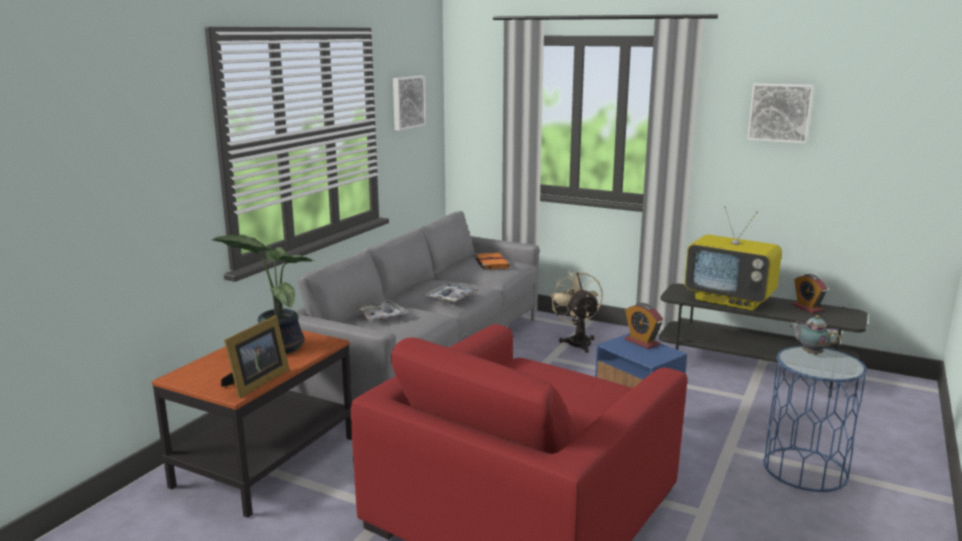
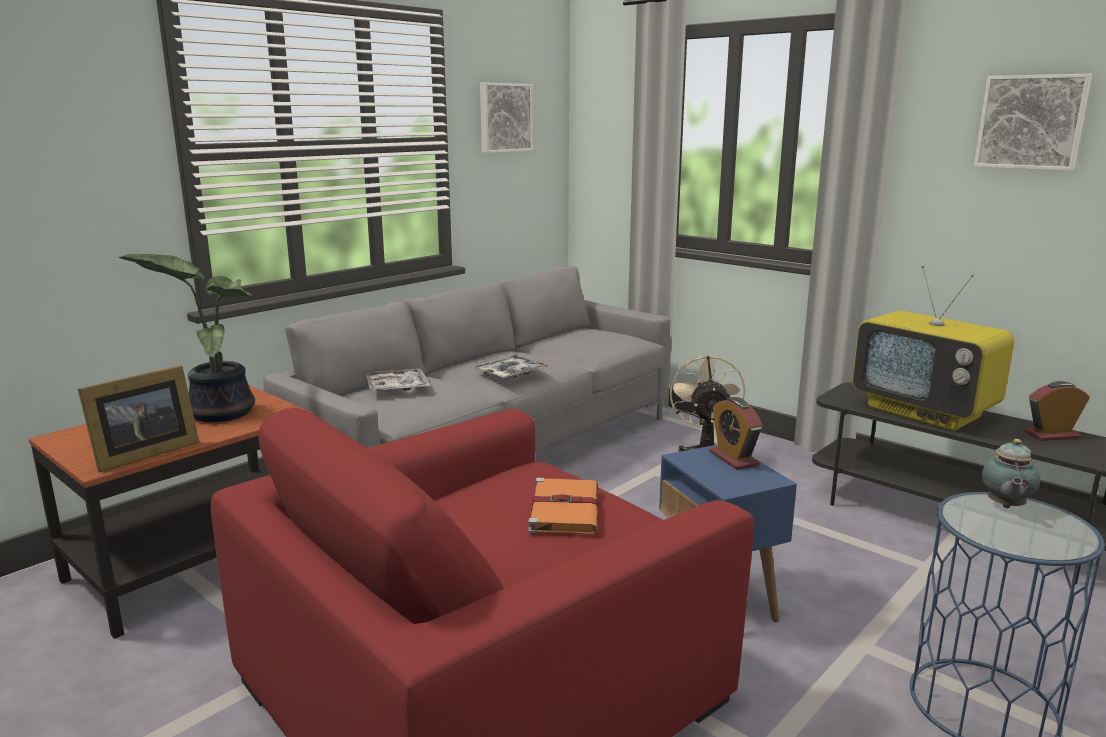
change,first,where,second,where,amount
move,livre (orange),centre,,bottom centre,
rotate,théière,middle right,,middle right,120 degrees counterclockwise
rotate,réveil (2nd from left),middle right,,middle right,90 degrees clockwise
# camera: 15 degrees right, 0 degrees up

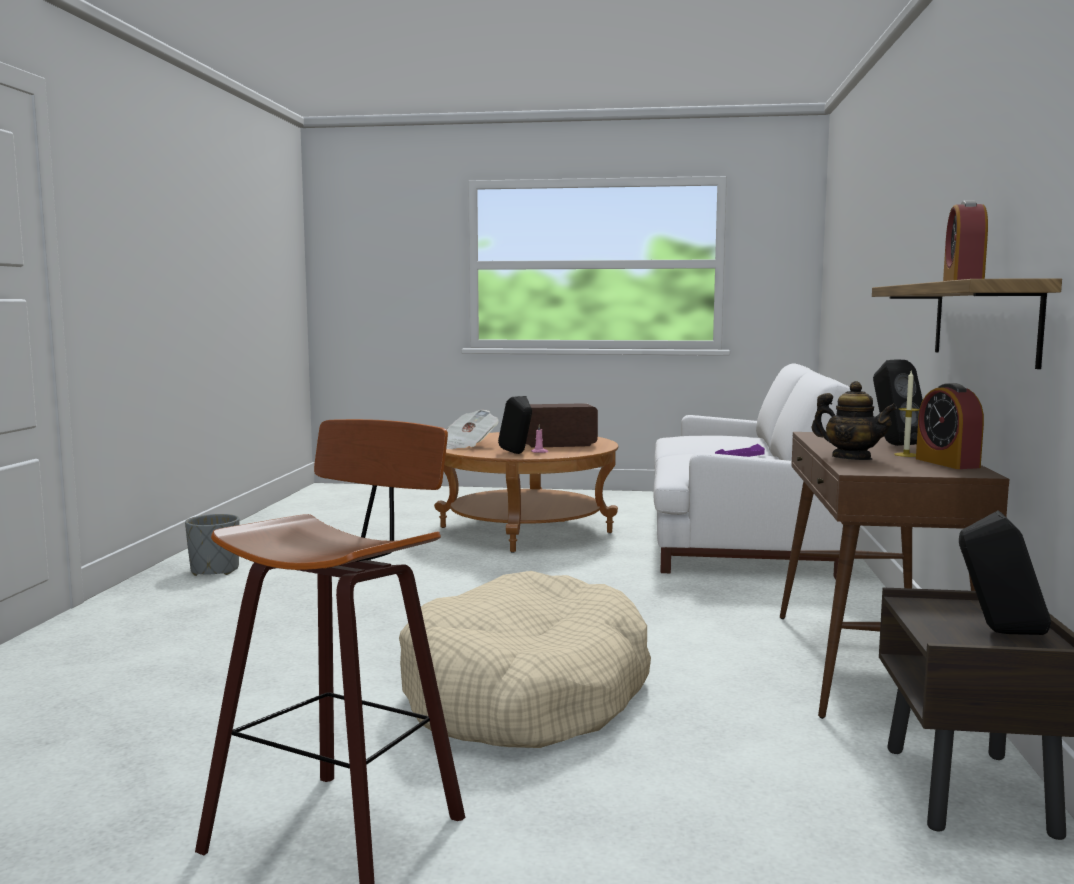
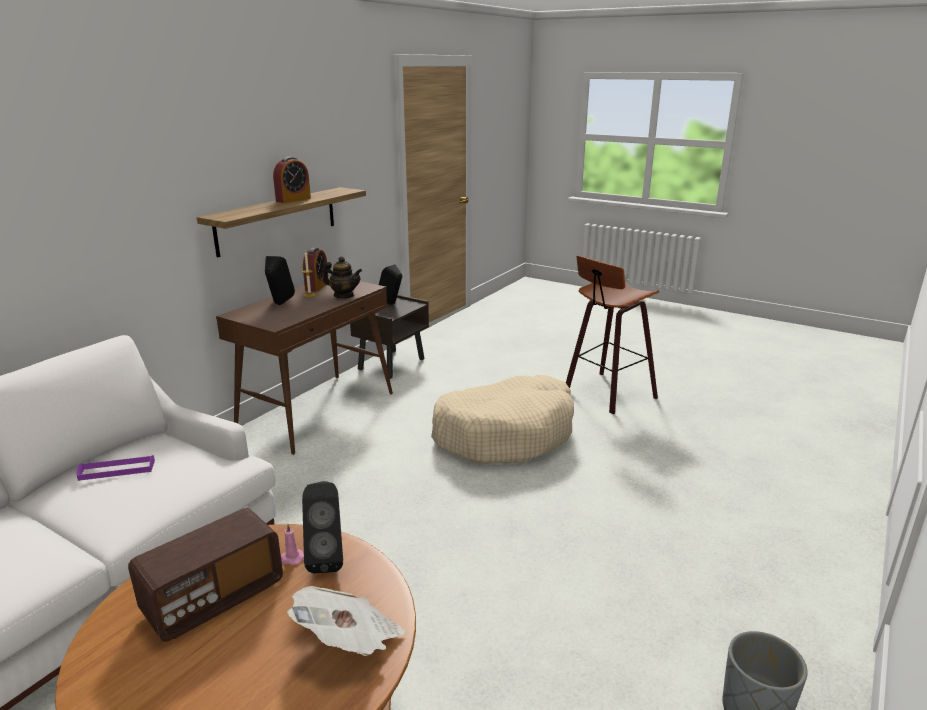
change,first,where,second,where,amount
rotate,radio,centre,,bottom left,60 degrees counterclockwise
rotate,théière,middle right,,centre,135 degrees clockwise
# camera: 155 degrees left, 15 degrees up

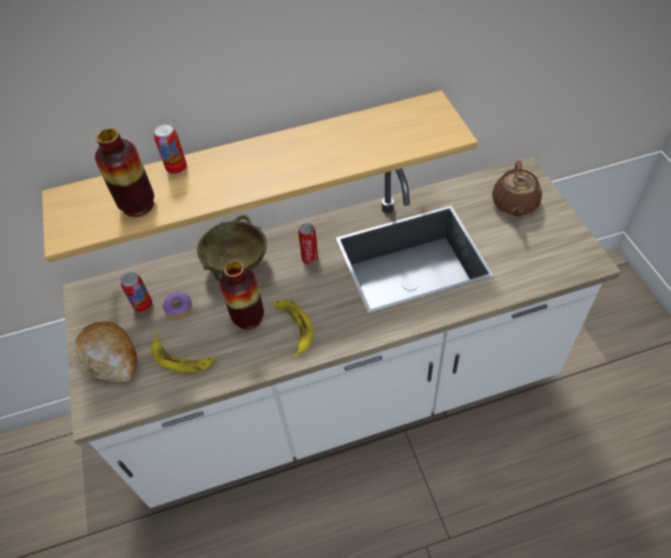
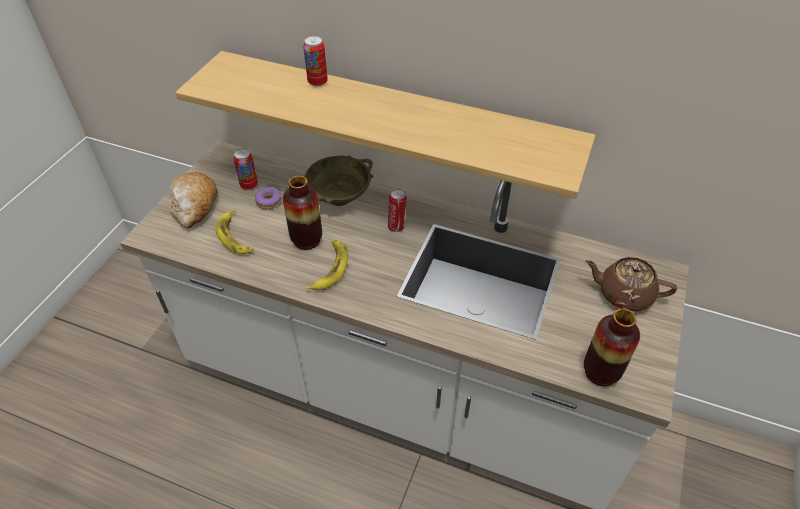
change,first,where,second,where,amount
move,vase (1st from left in the first image),top left,vase (2nd from left),bottom right,
rotate,théière (marron),middle right,,middle right,60 degrees clockwise
# camera: 35 degrees right, 5 degrees down

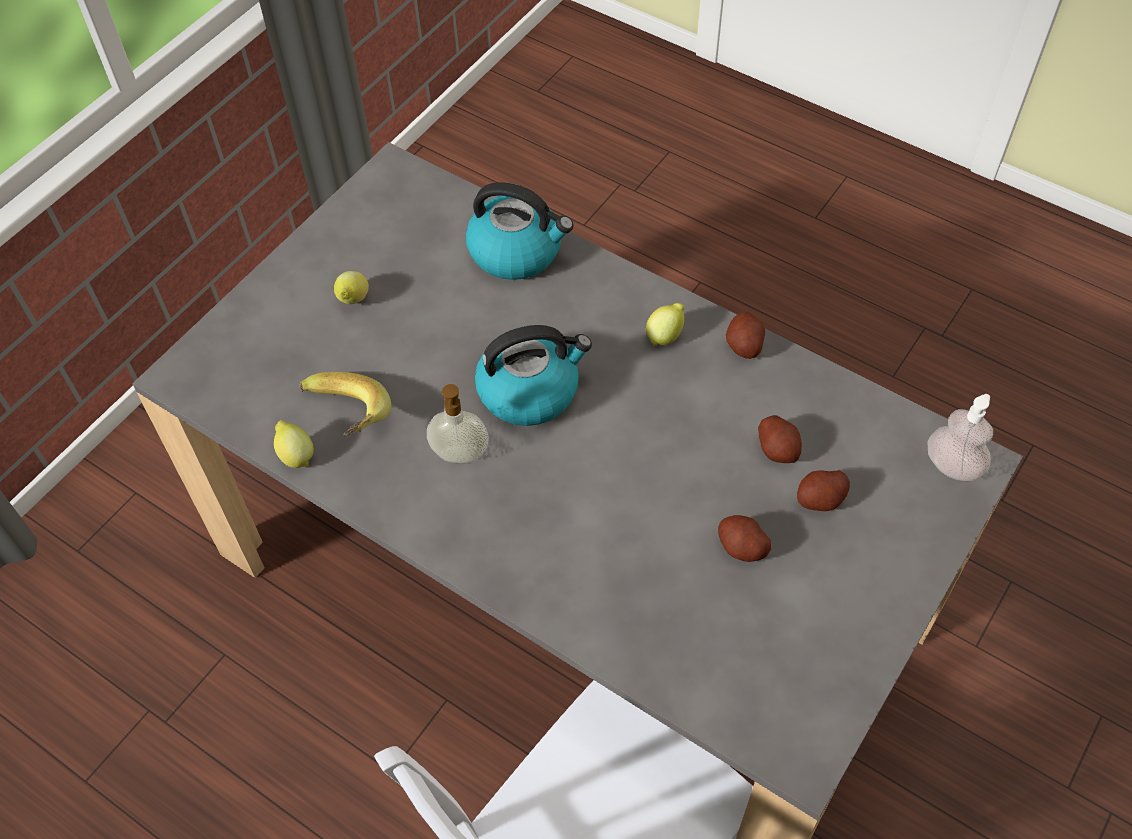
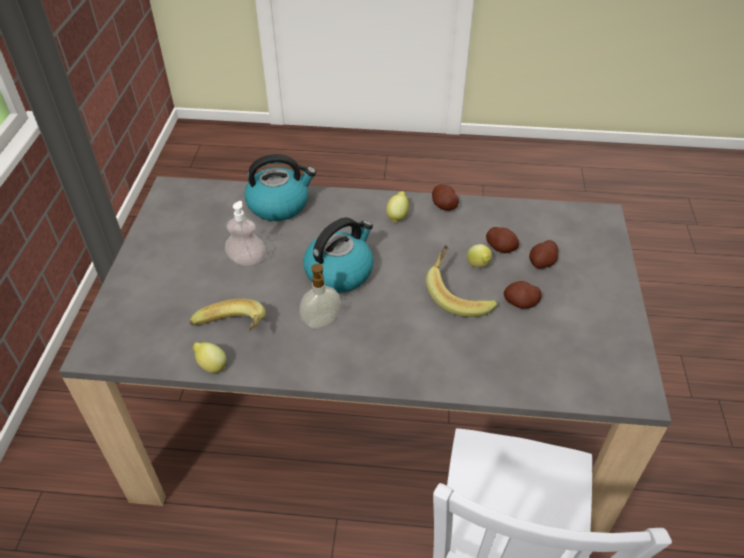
change,first,where,second,where,amount
move,citron (2nd from left in the first image),middle left,citron (3rd from left),centre,
move,distributeur de savon (2nd from left in the first image),middle right,distributeur de savon (1st from left),middle left,
insert,,,banane (2nd from left),centre,
# camera: 30 degrees left, 10 degrees down

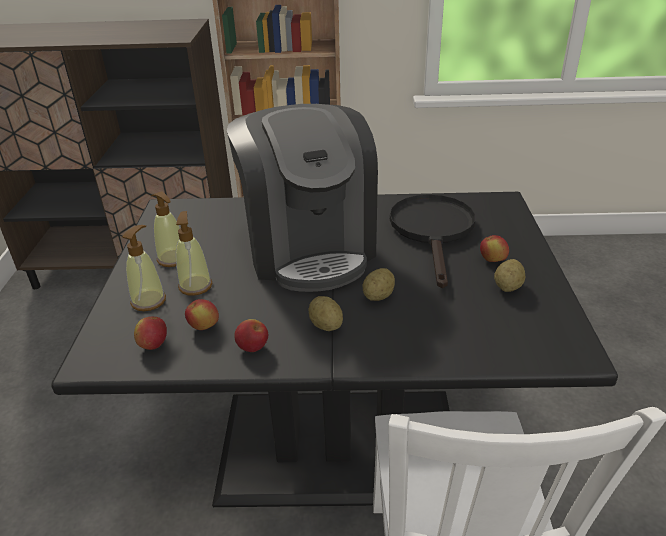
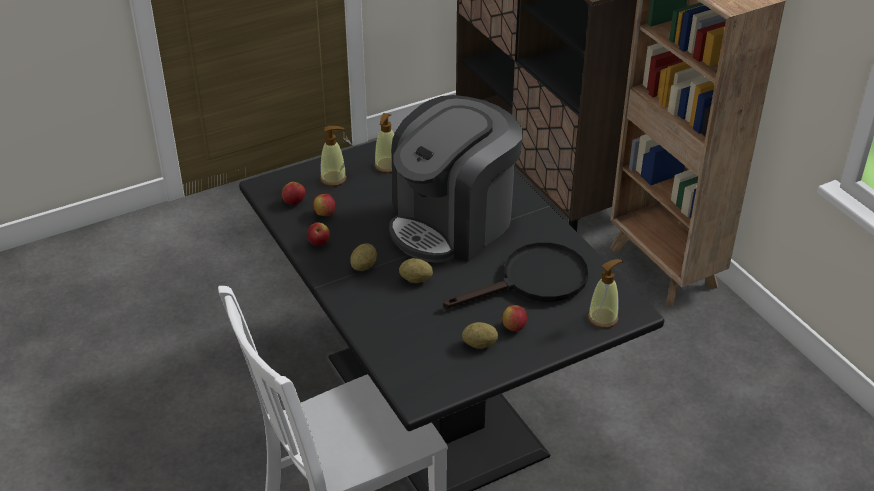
change,first,where,second,where,amount
move,distributeur de savon (3rd from left),middle left,,middle right,
# camera: 60 degrees right, 5 degrees up

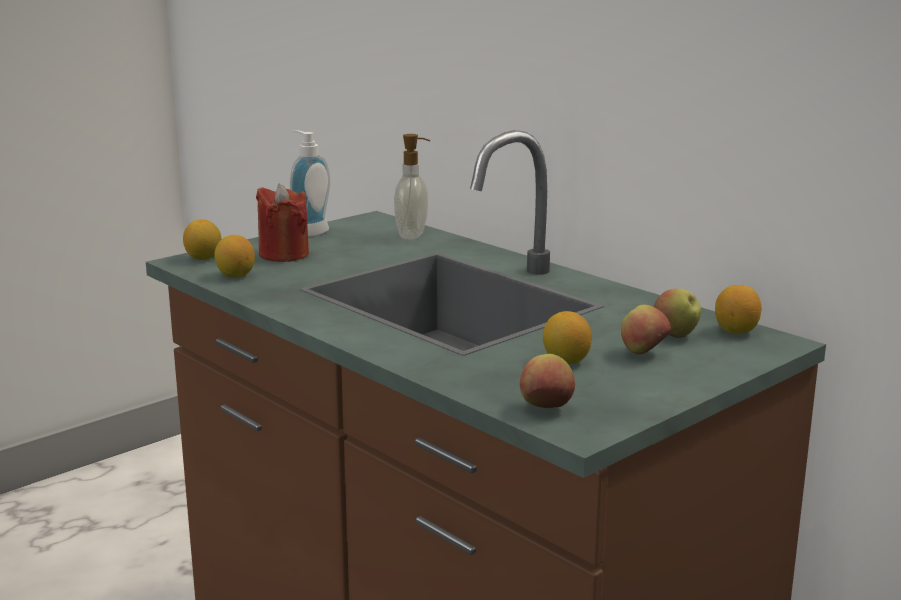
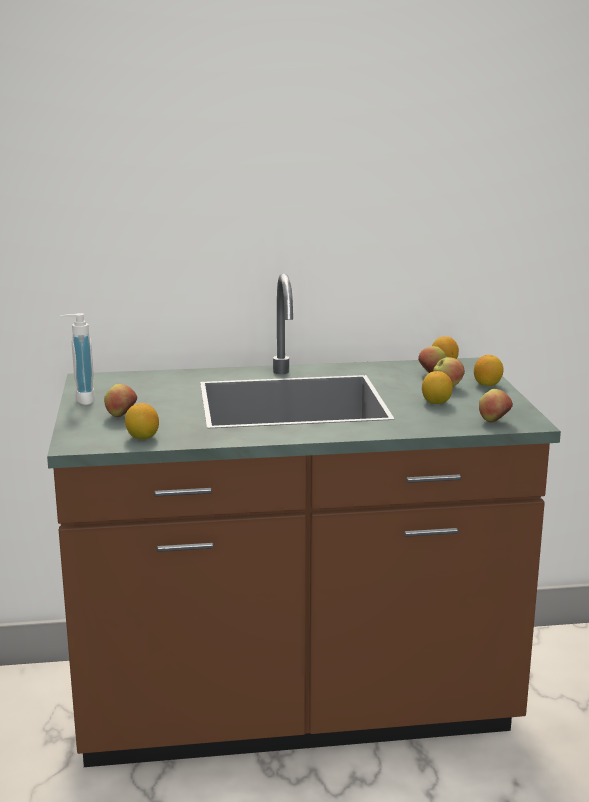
change,first,where,second,where,amount
move,citron (1st from left in the first image),middle left,citron (4th from left),middle right,
replace,bougie (rouge),middle left,pomme (1st from left),middle left,
delete,distributeur de savon (2nd from left),top centre,,,
# camera: 55 degrees left, 0 degrees up

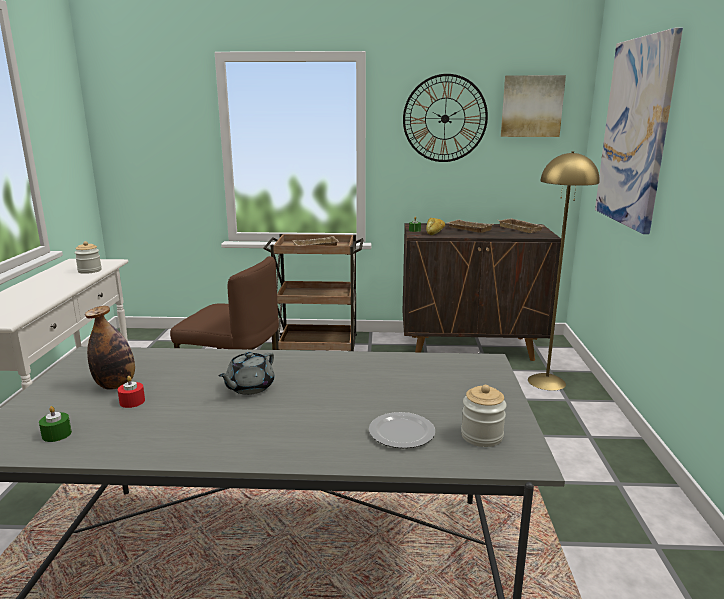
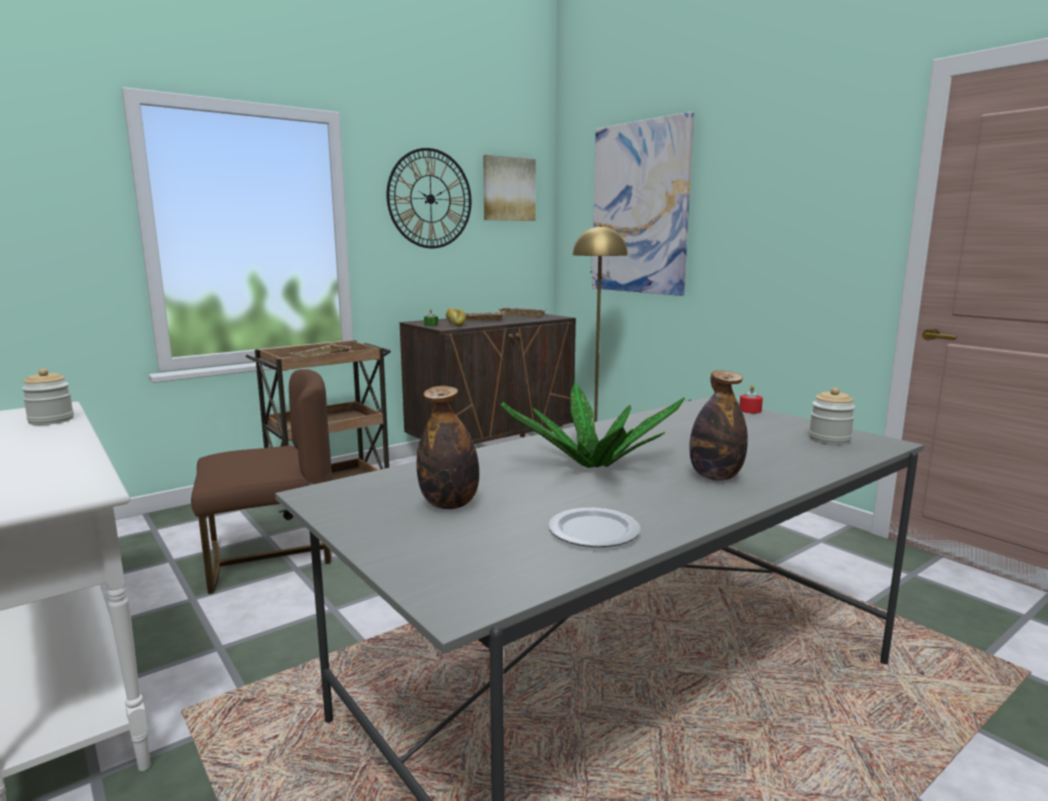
change,first,where,second,where,amount
delete,bougie (vert) (1st from left),bottom left,,,
move,bougie (rouge),middle left,,middle right,
replace,théière (gris),centre,plante en pot,centre,
move,assiette,bottom centre,,centre,
insert,,,bouteille (2nd from left),middle right,
# camera: 40 degrees left, 5 degrees down

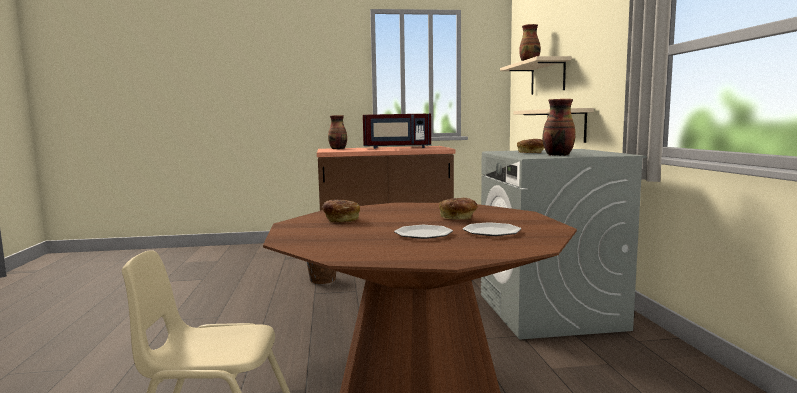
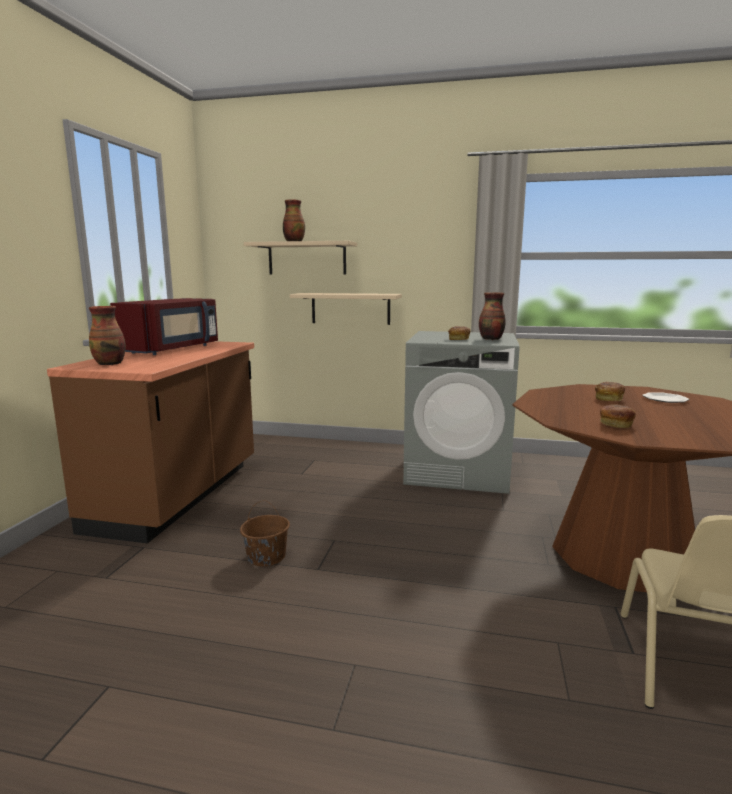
change,first,where,second,where,amount
delete,assiette (1st from left),centre,,,
# camera: 70 degrees left, 5 degrees up

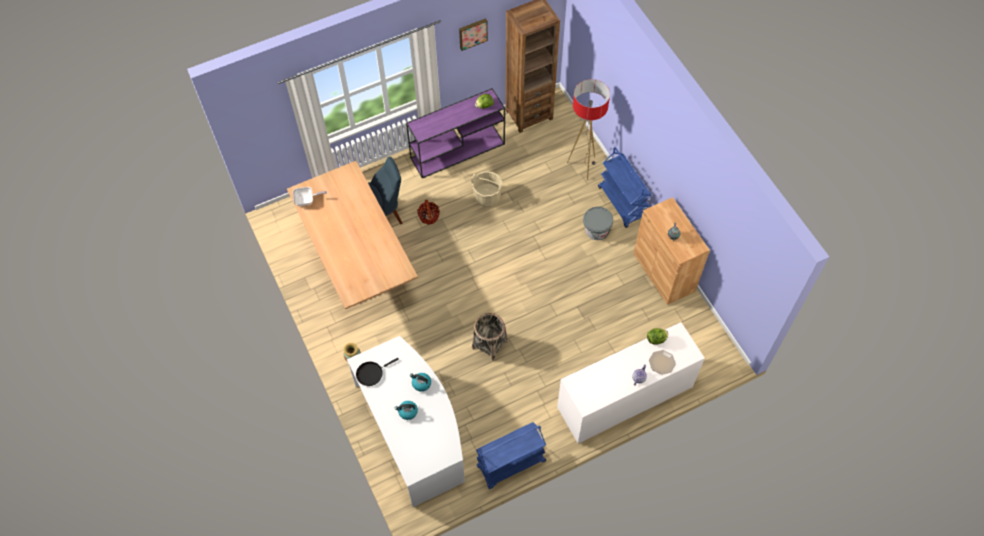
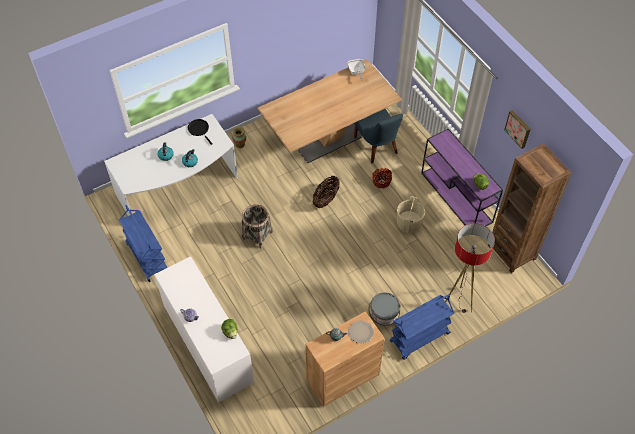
change,first,where,second,where,amount
move,assiette,bottom right,,bottom centre,
insert,,,panier (2nd from left),centre,
# camera: 85 degrees right, 5 degrees down

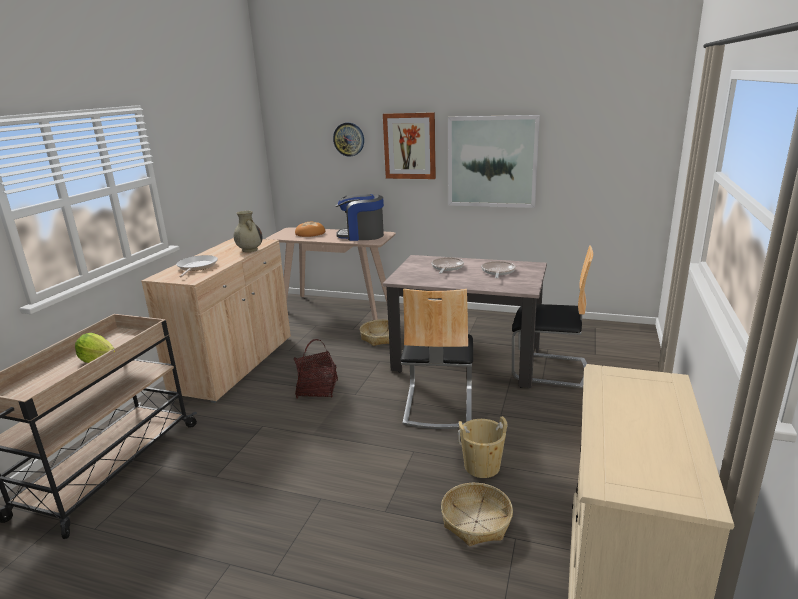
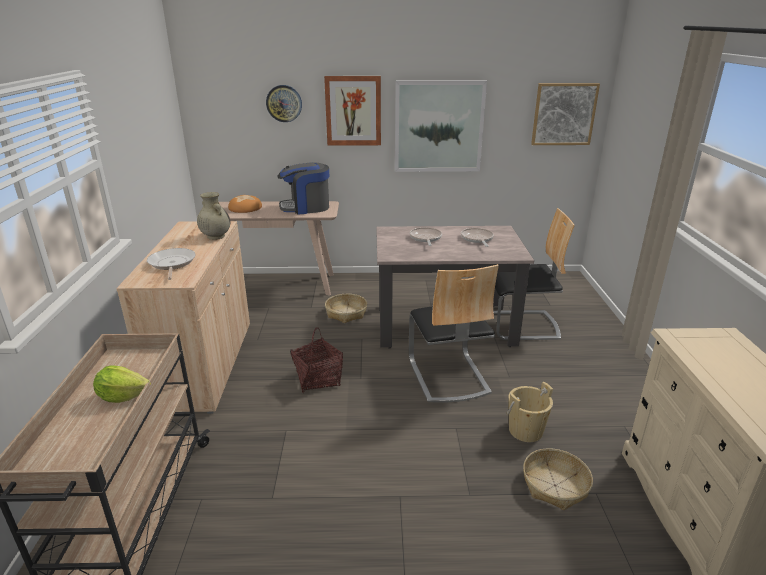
change,first,where,second,where,amount
insert,,,tableau (3rd from left),top right,
# camera: 20 degrees left, 5 degrees up

